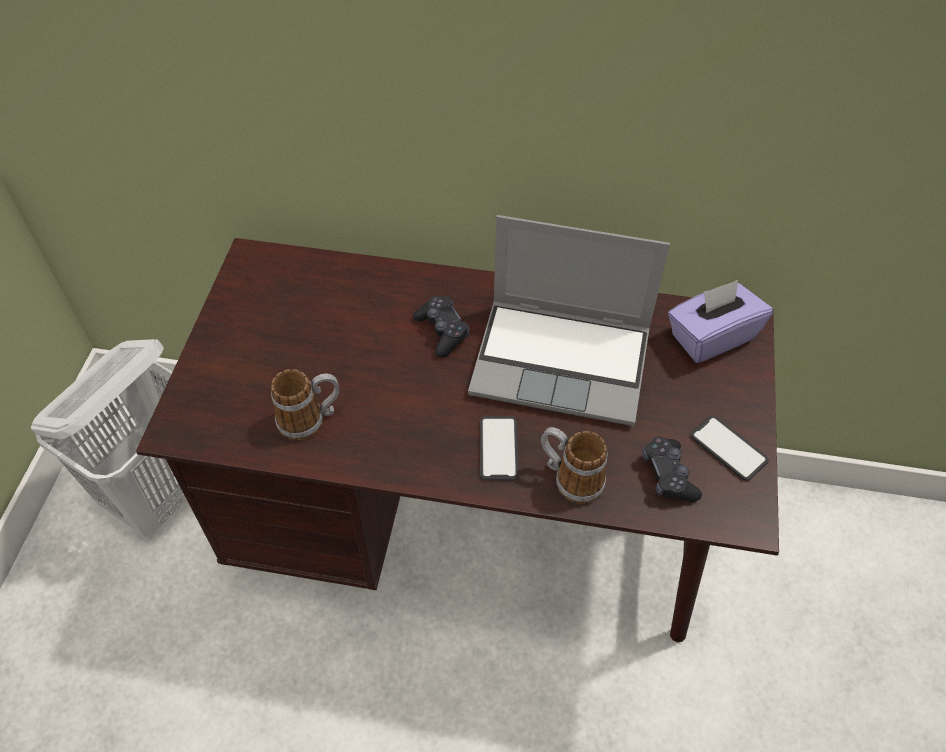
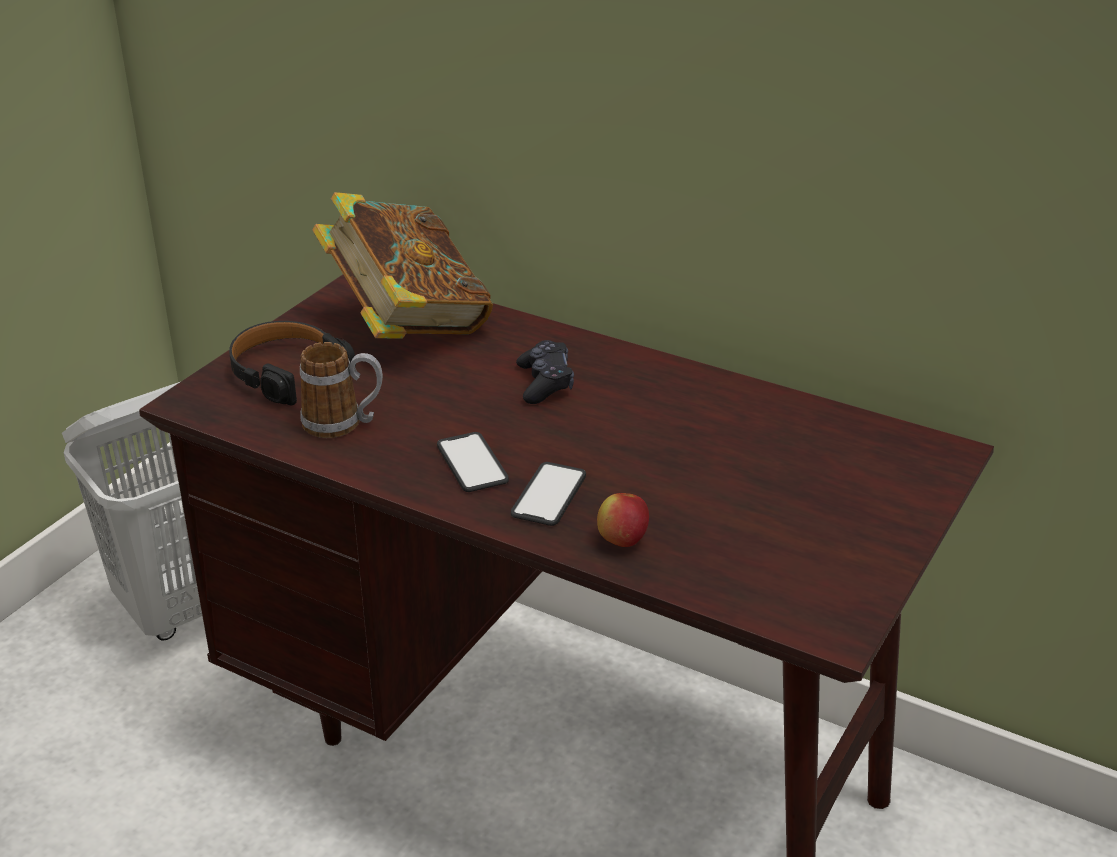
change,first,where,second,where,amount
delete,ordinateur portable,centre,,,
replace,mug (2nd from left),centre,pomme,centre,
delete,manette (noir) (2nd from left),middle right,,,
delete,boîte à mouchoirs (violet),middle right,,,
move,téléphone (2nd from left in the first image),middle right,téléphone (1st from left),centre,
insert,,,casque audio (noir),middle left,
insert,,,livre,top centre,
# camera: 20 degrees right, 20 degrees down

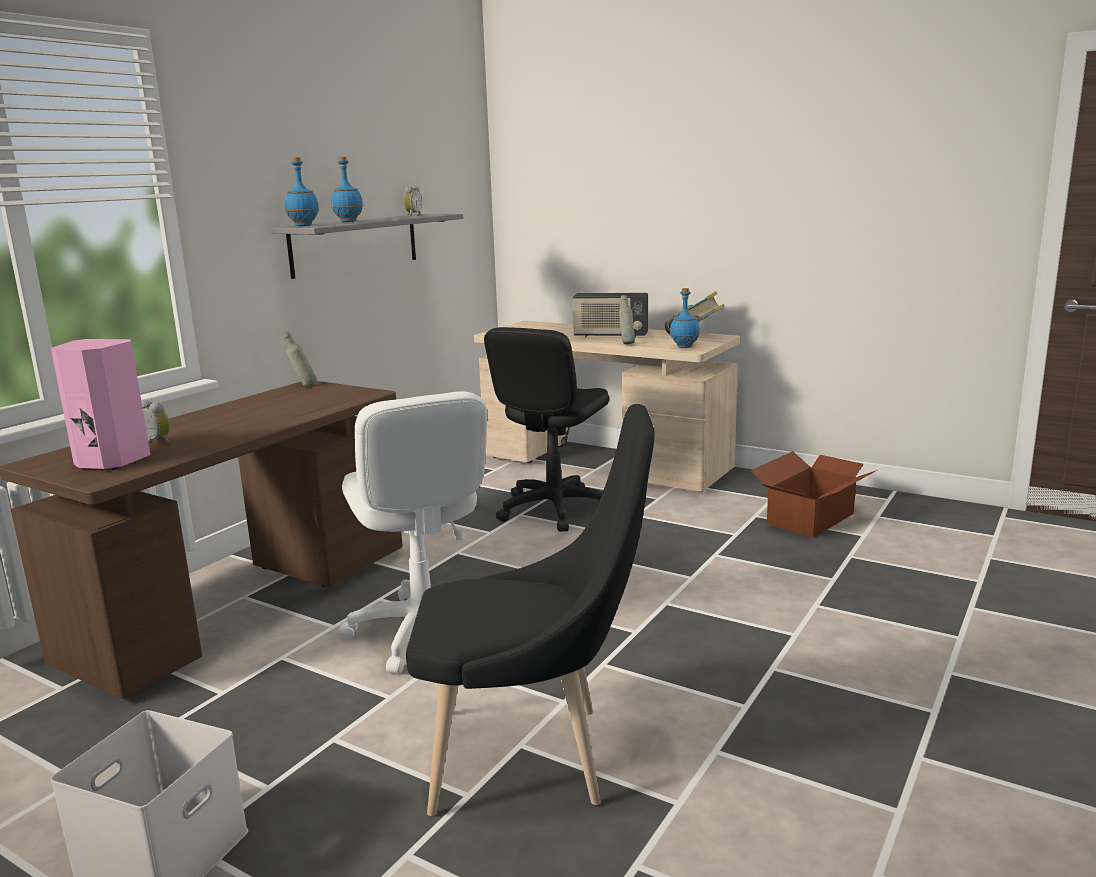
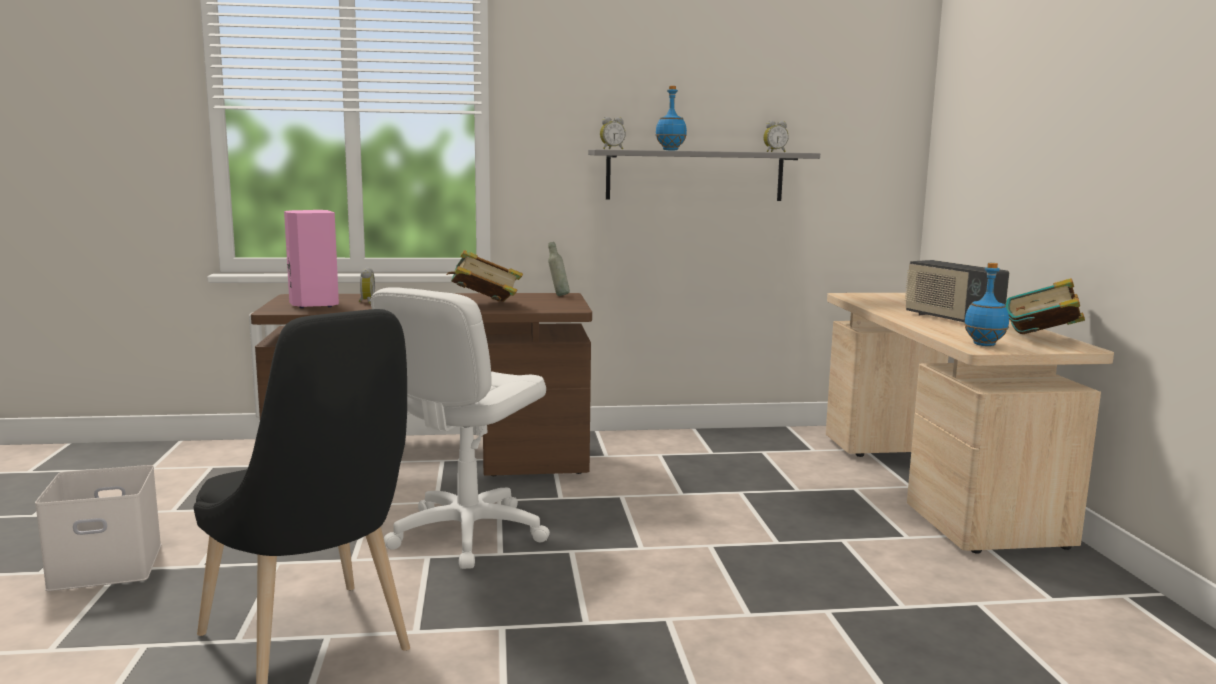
change,first,where,second,where,amount
replace,bouteille (bleu) (1st from left),top left,réveil (2nd from left),top centre,
delete,chaise de bureau (noir),centre,,,
delete,bouteille (gris) (2nd from left),centre,,,
delete,carton,middle right,,,
insert,,,livre (1st from left),centre,
# camera: 50 degrees right, 5 degrees down

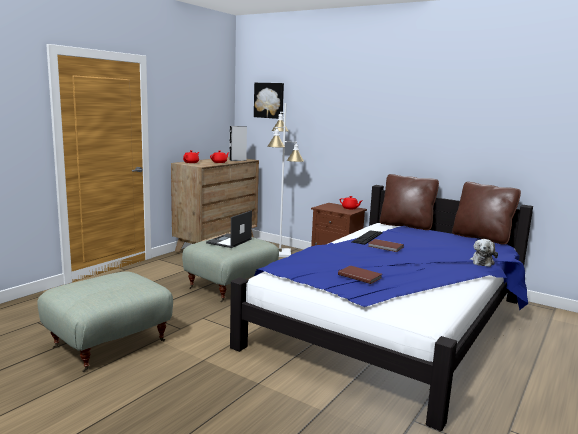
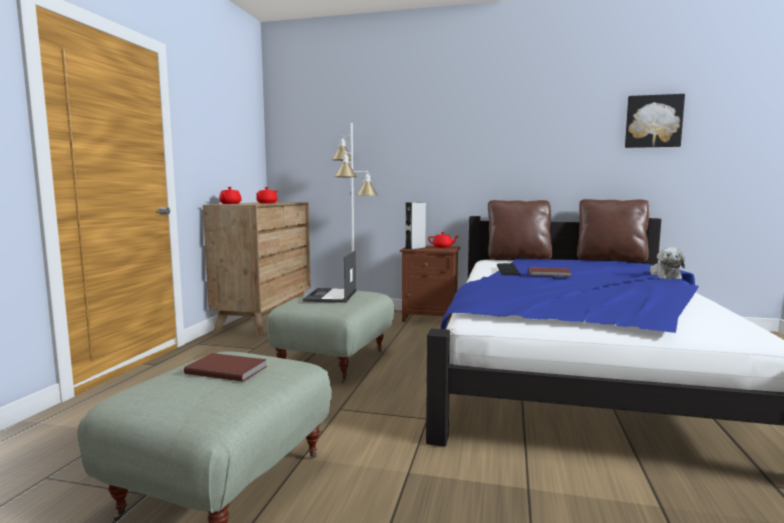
change,first,where,second,where,amount
move,enceinte (gris),top centre,,centre,
move,tableau,top centre,,top right,
move,livre (marron) (1st from left),centre,,bottom left,
# camera: 20 degrees left, 5 degrees down

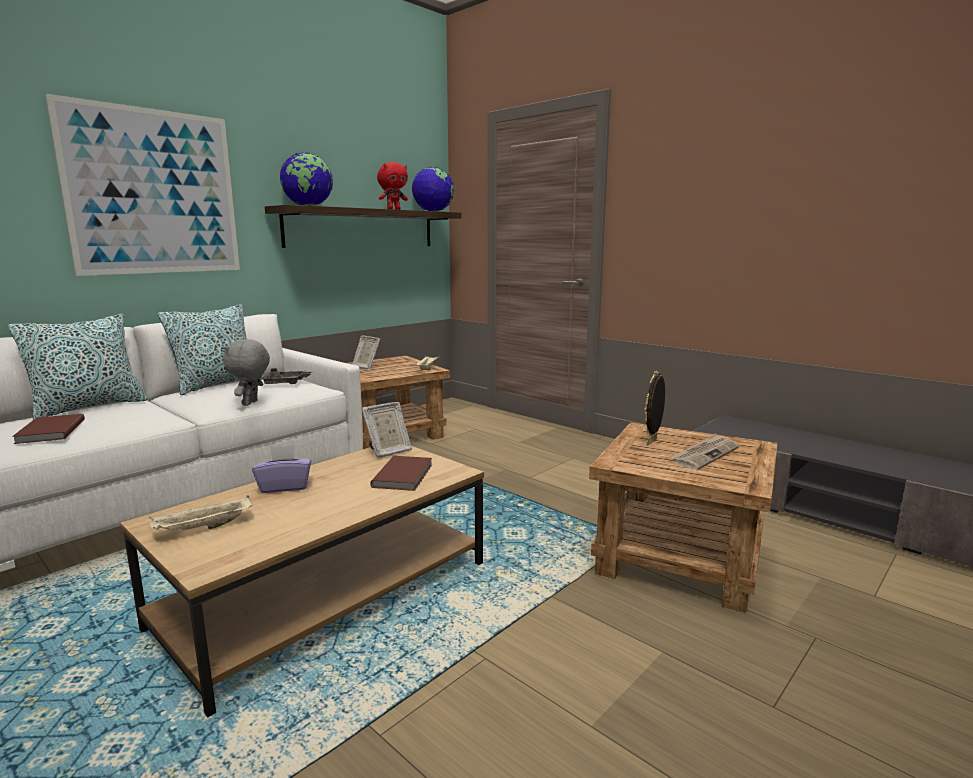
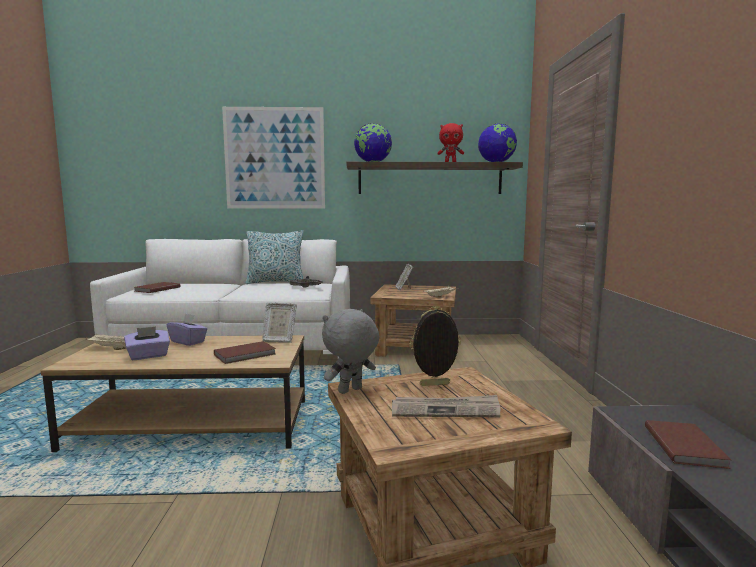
change,first,where,second,where,amount
delete,coussin (1st from left),middle left,,,
move,peluche (gris),middle left,,centre,
insert,,,boîte à mouchoirs (violet) (1st from left),middle left,
insert,,,livre (marron) (3rd from left),bottom right,
# camera: 45 degrees right, 5 degrees down

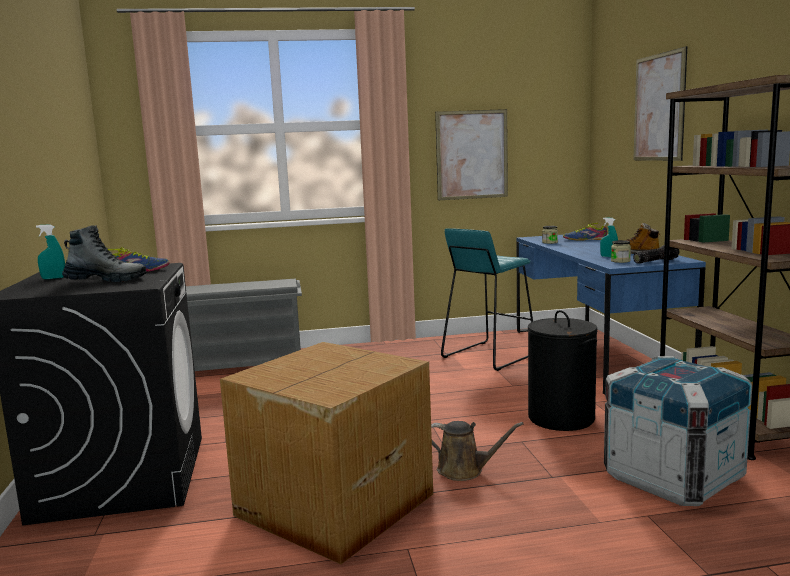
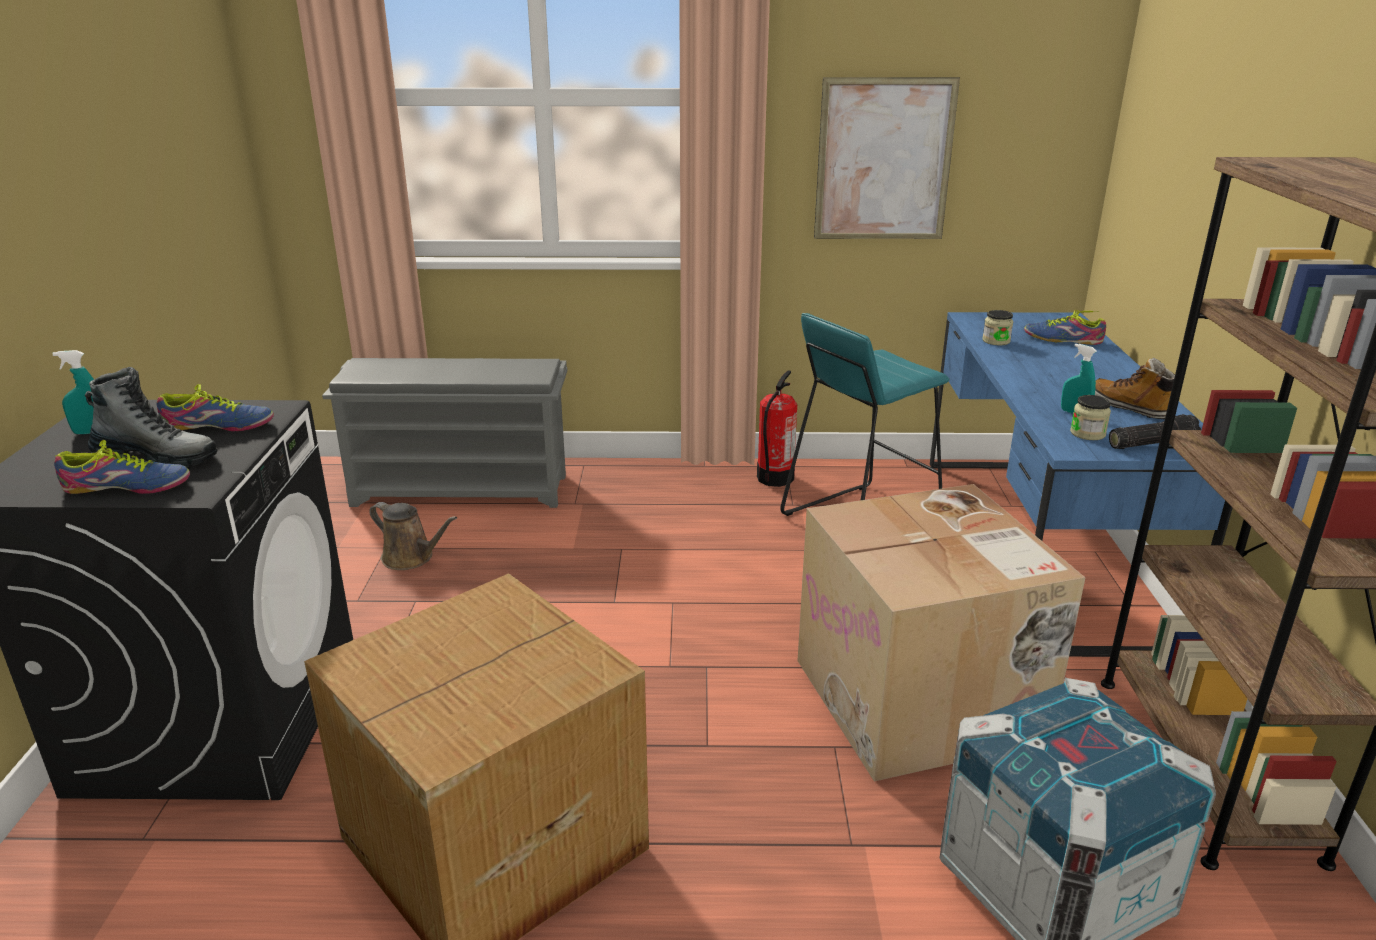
change,first,where,second,where,amount
move,arrosoir (marron),bottom centre,,middle left,
replace,panier à linge (noir),middle right,carton (2nd from left),bottom right,
delete,tableau (2nd from left),top right,,,
insert,,,chaussure (1st from left),middle left,
insert,,,extincteur,centre,
# camera: 10 degrees right, 15 degrees up

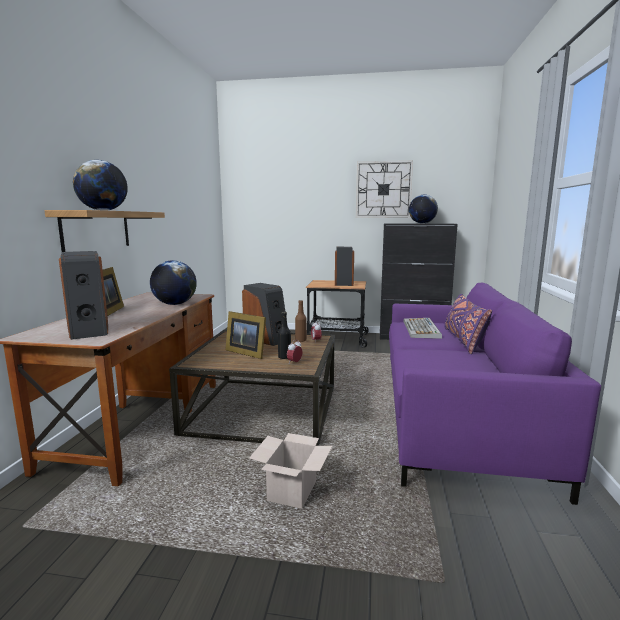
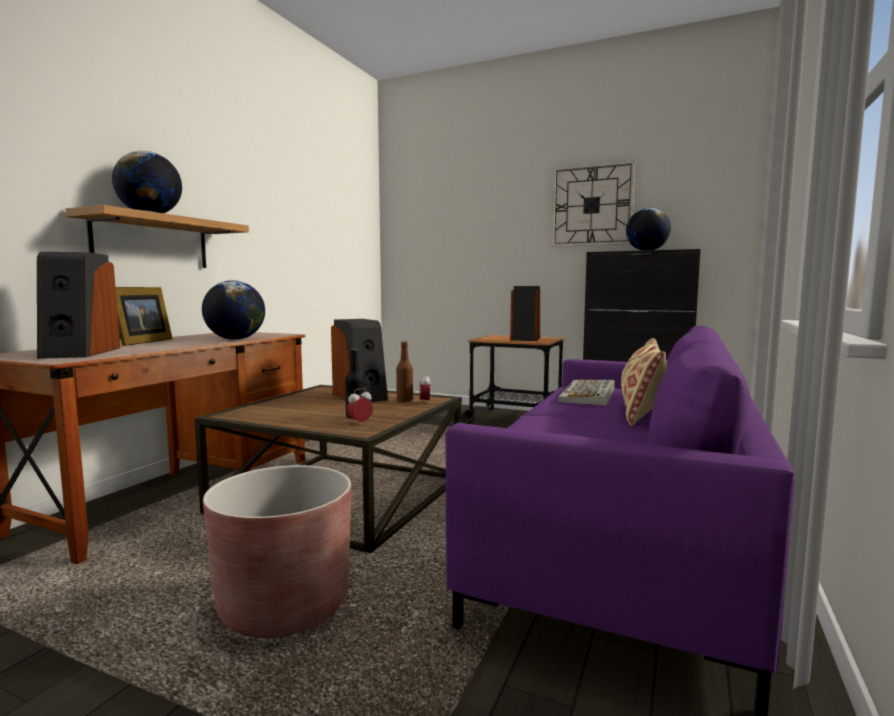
change,first,where,second,where,amount
delete,cadre photo (2nd from left),centre,,,
replace,carton,bottom centre,cache-pot (marron),bottom left,
recolor,coussin (violet),middle right,coussin (beige),middle right,
# camera: 15 degrees right, 5 degrees down

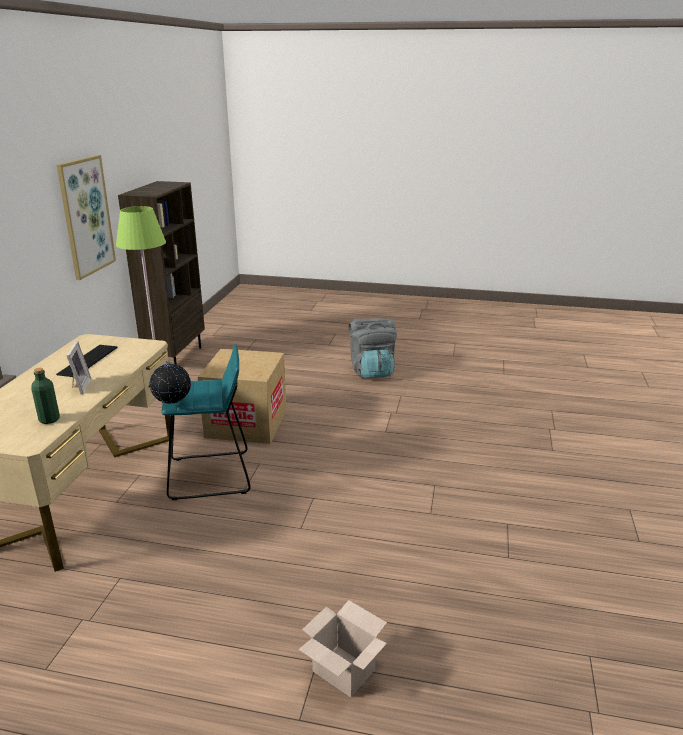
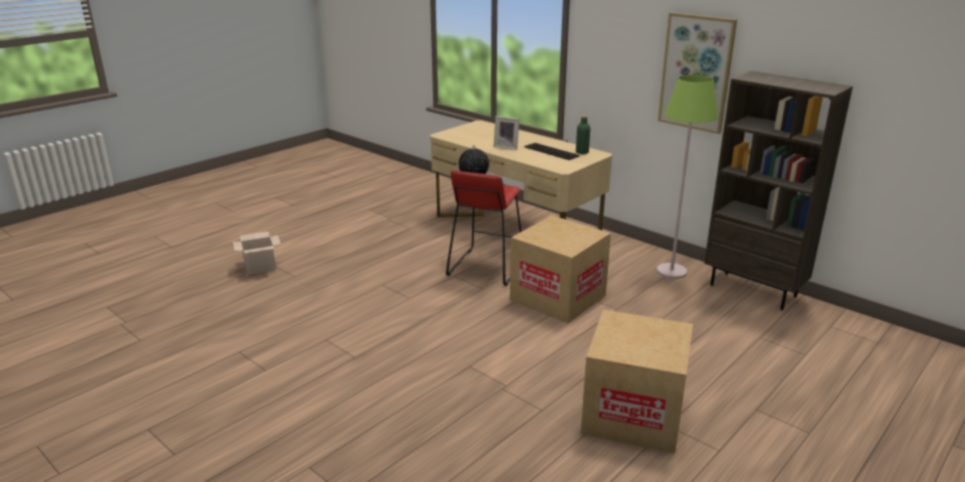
change,first,where,second,where,amount
move,bouteille (vert),middle left,,top centre,
recolor,tabouret (turquoise),middle left,tabouret (rouge),centre,
replace,sac à dos (gris),centre,carton (3rd from left),bottom centre,
# camera: 120 degrees right, 0 degrees up

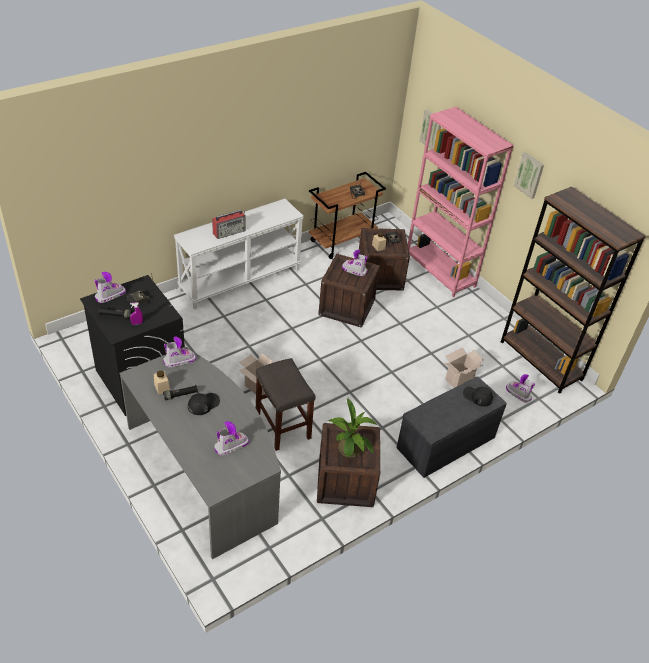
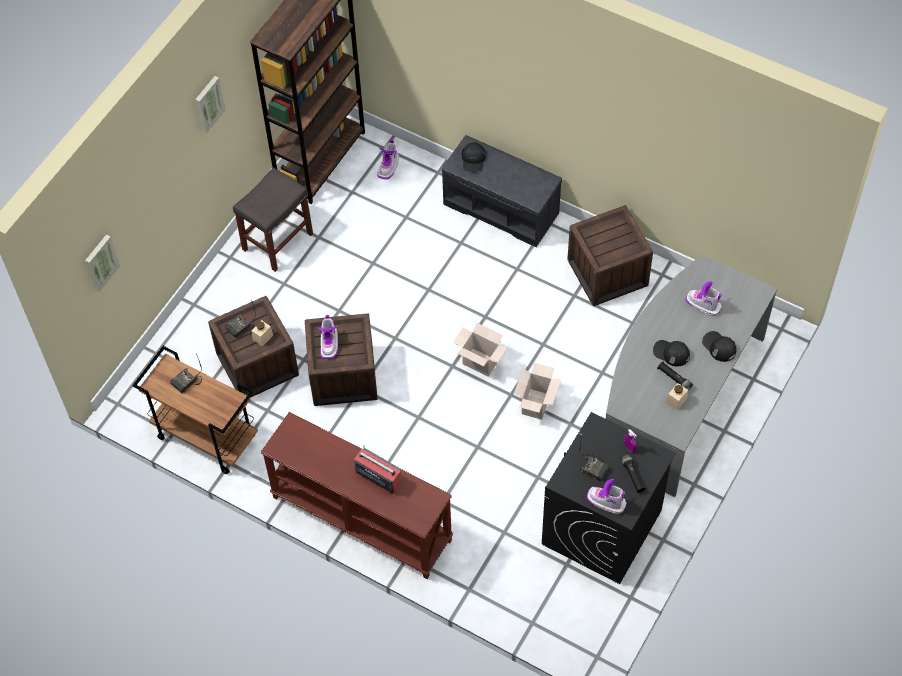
change,first,where,second,where,amount
delete,botte (2nd from left),middle left,,,
recolor,table console (blanc),centre,table console (marron),bottom centre,
move,tabouret (gris),centre,,top left,
delete,plante en pot,centre,,,
delete,bibliothèque (rose),top right,,,
move,carton (2nd from left in the first image),middle right,carton (1st from left),centre,
insert,,,casquette (noir) (3rd from left),middle right,
# camera: 110 degrees left, 15 degrees up

